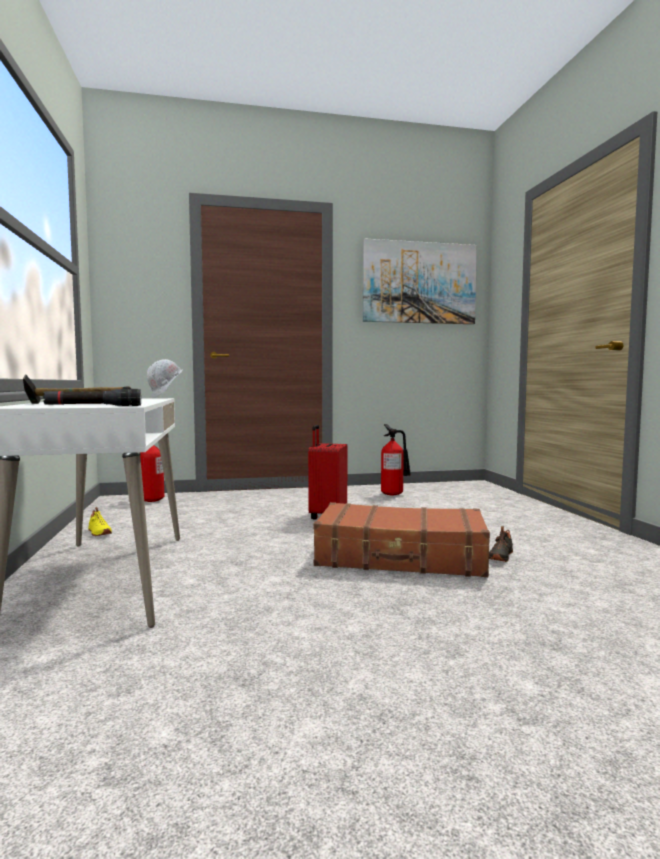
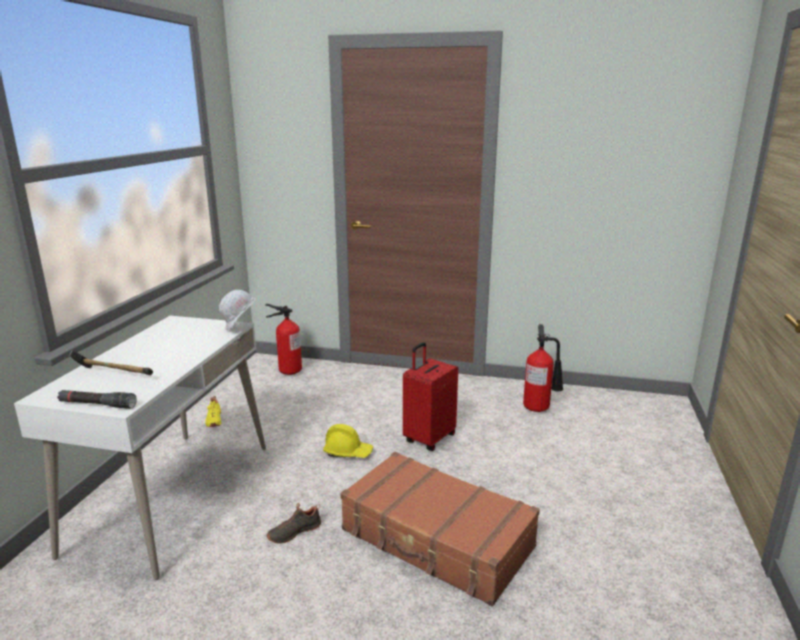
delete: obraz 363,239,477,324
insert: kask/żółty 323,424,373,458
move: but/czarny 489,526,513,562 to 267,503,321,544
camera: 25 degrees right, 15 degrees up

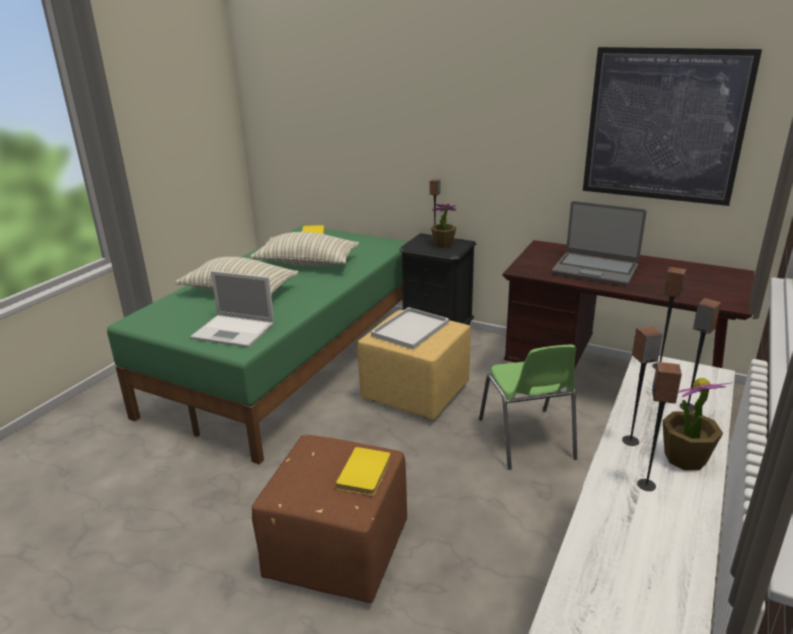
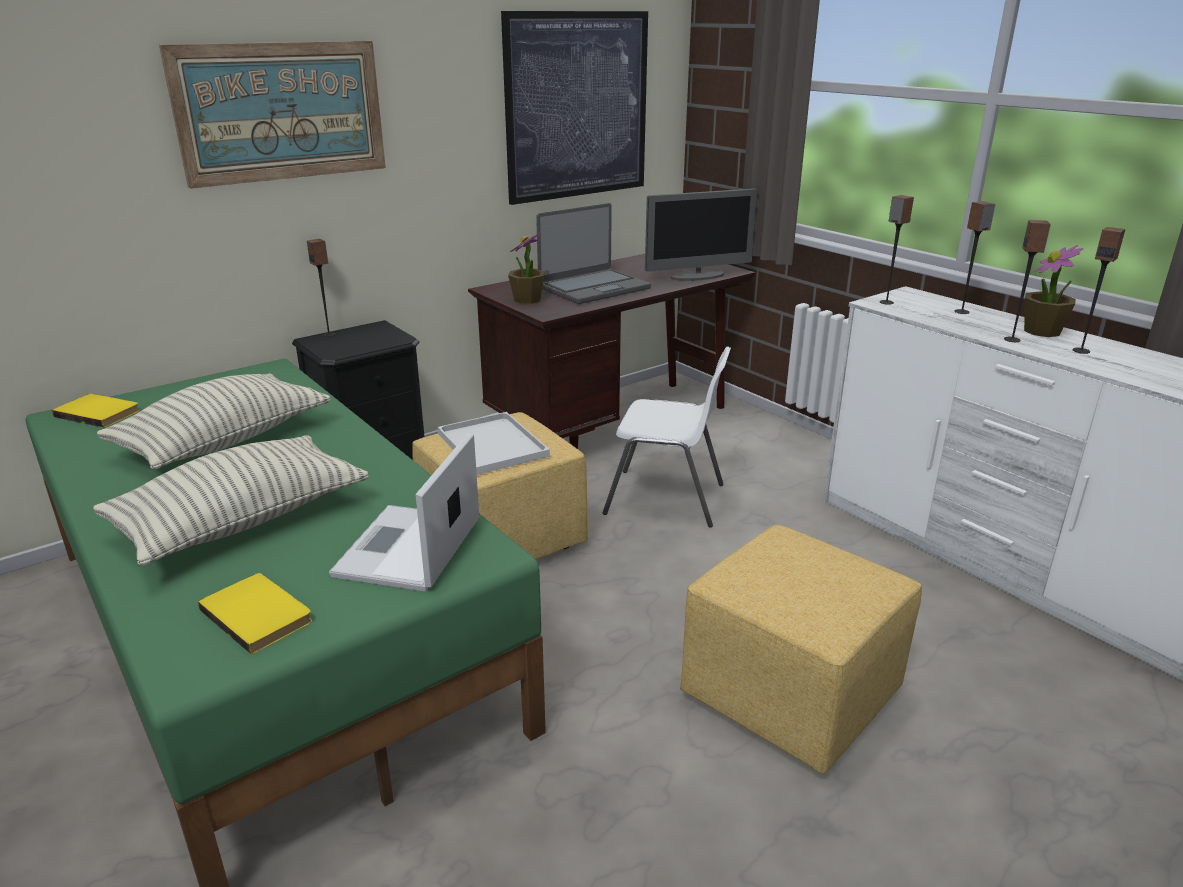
insert: obraz 159,41,386,189; monitor 645,189,758,281
move: książka/żółty 335,447,391,496 to 198,573,312,655; roślina doniczkowa 431,204,456,248 to 508,233,545,304
recolor: pufa/brązowy 252,435,407,603 to pufa/żółty 680,525,922,774; krzesło/zielony 479,345,577,470 to krzesło/biały 602,346,731,527
rotate: laptop 190,271,274,348 = 329,433,479,592 150 degrees clockwise
camera: 65 degrees left, 0 degrees up

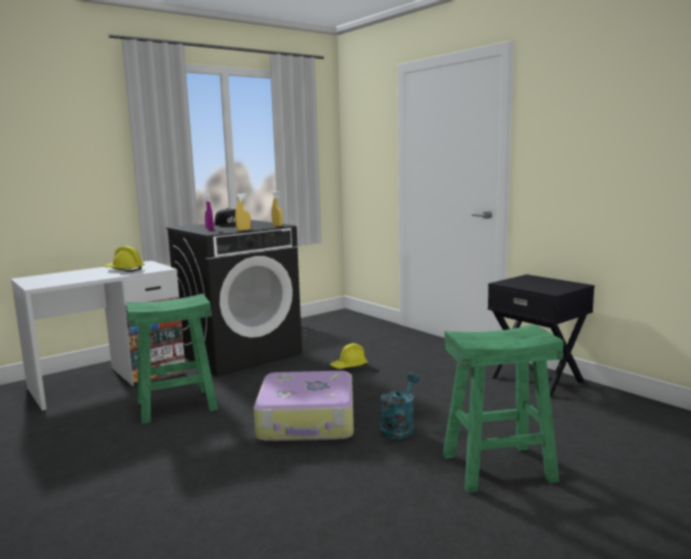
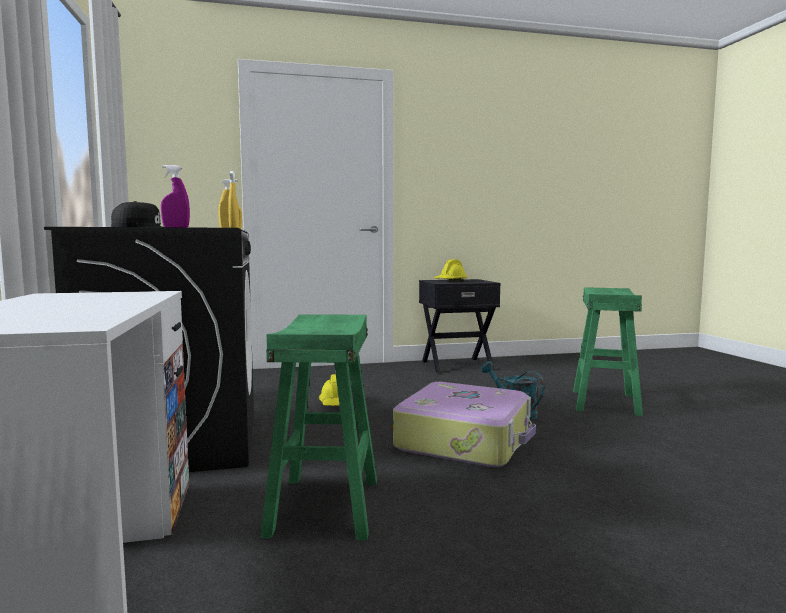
move: kask/żółty 104,246,145,272 to 434,259,468,281
camera: 65 degrees left, 5 degrees down

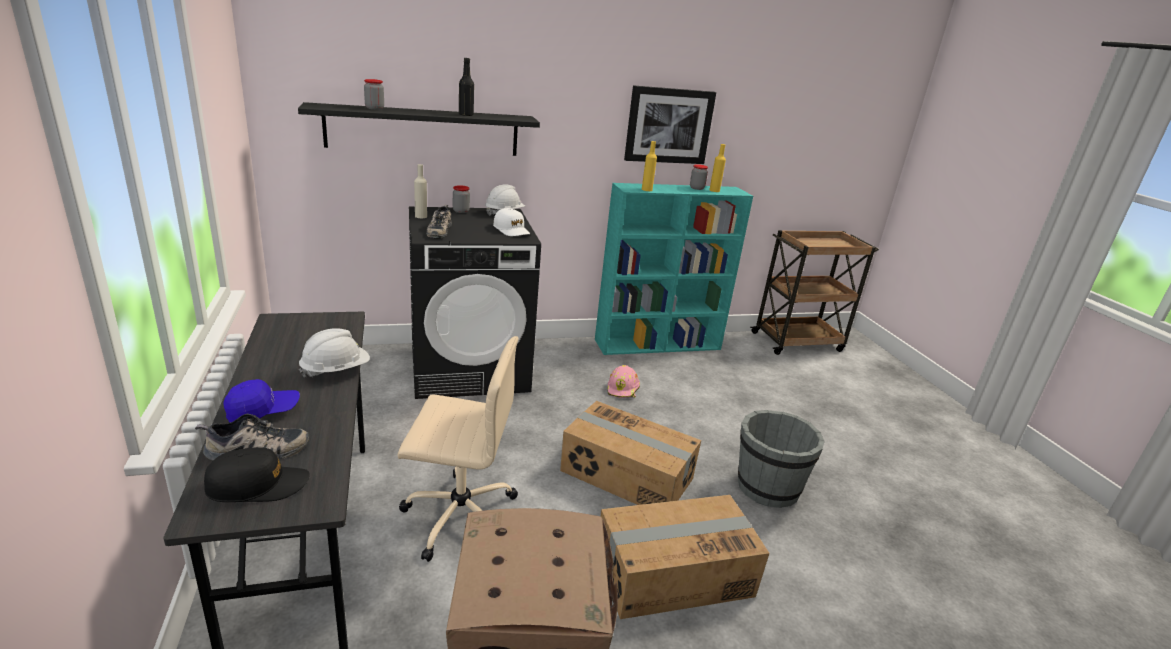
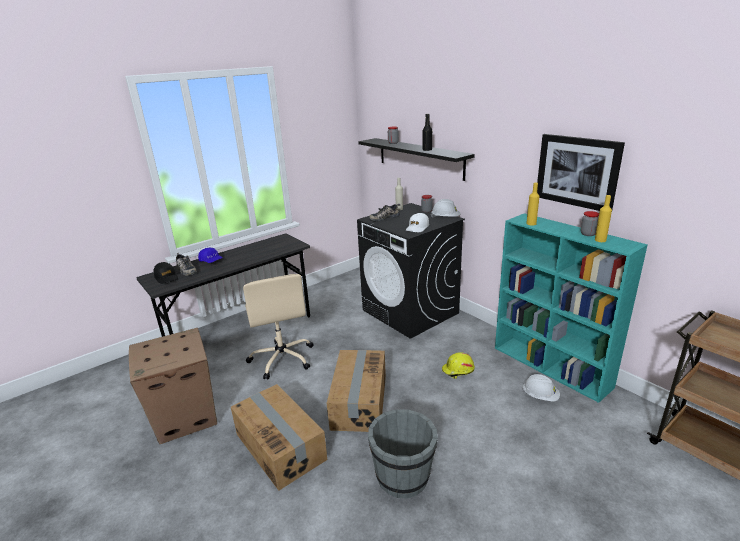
move: kask/biały 299,328,370,378 to 522,374,560,402
recolor: kask/różowy 608,365,640,398 to kask/żółty 442,352,475,379
camera: 70 degrees right, 0 degrees up

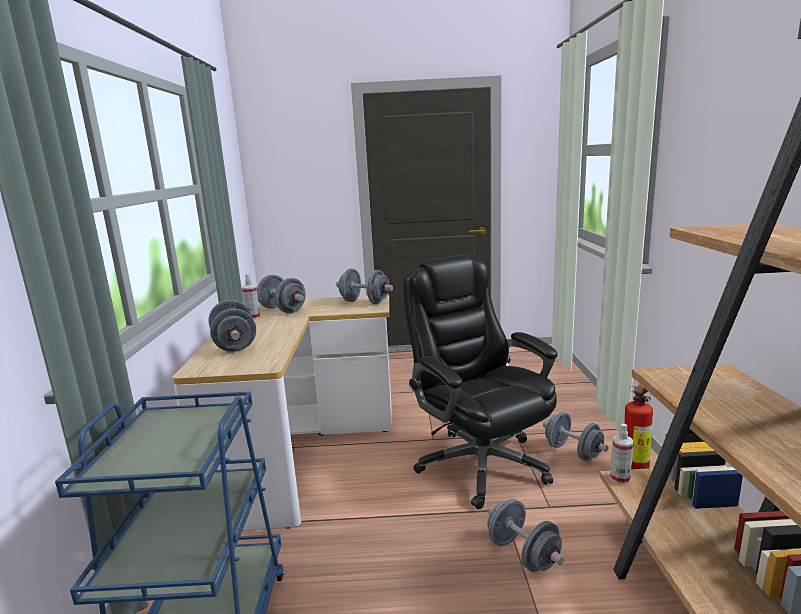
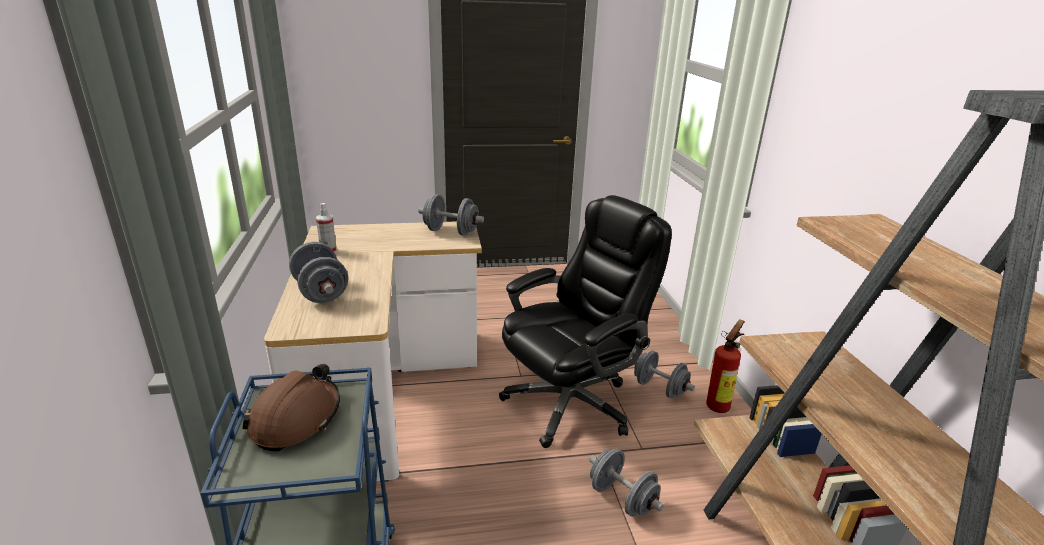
delete: hantel/szary 257,275,306,313; spryskiwacz 610,423,634,485
insert: kask/brązowy 242,364,340,451
rotate: krzesło biurowe/czarny 403,255,557,509 = 499,195,672,448 90 degrees clockwise
camera: 10 degrees left, 10 degrees up

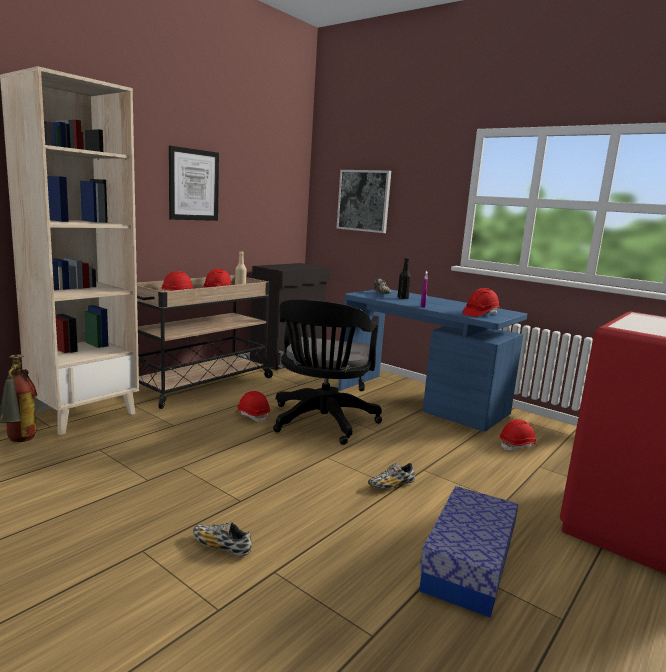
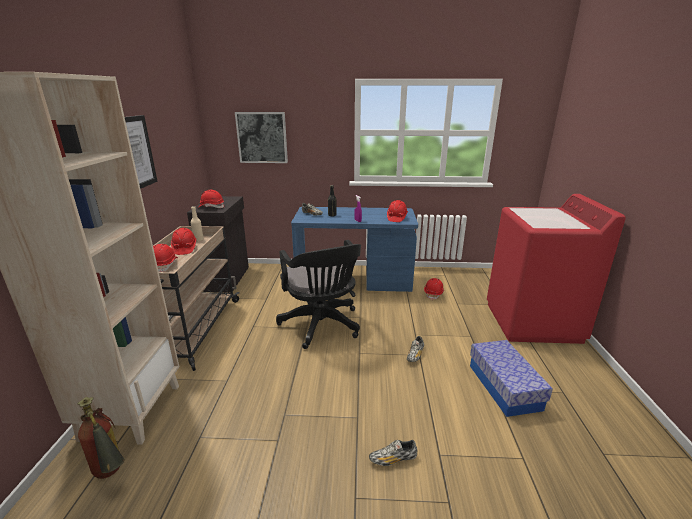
move: kask/czerwony 235,391,270,422 to 198,190,225,208
camera: 35 degrees left, 10 degrees up

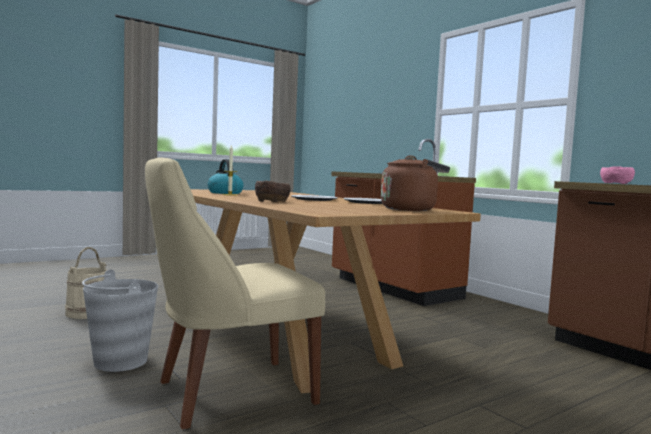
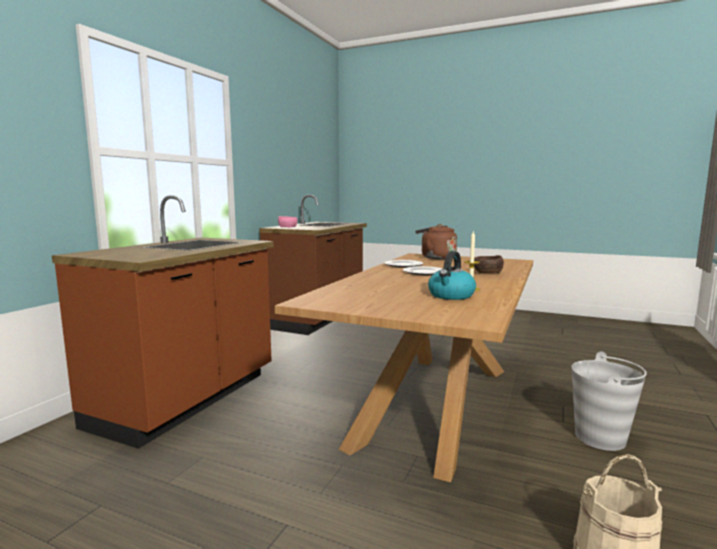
delete: krzesło/beżowy 145,158,325,429
camera: 120 degrees left, 5 degrees up

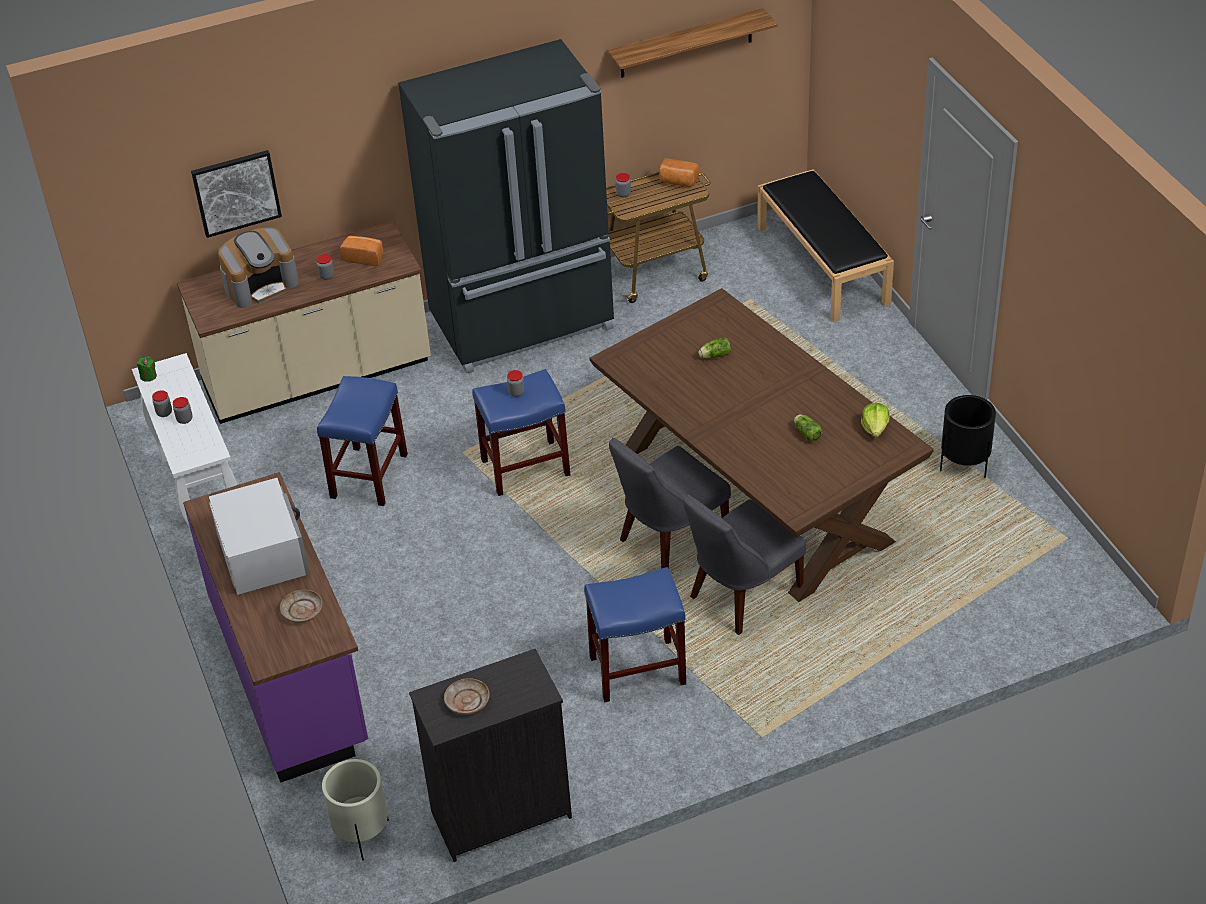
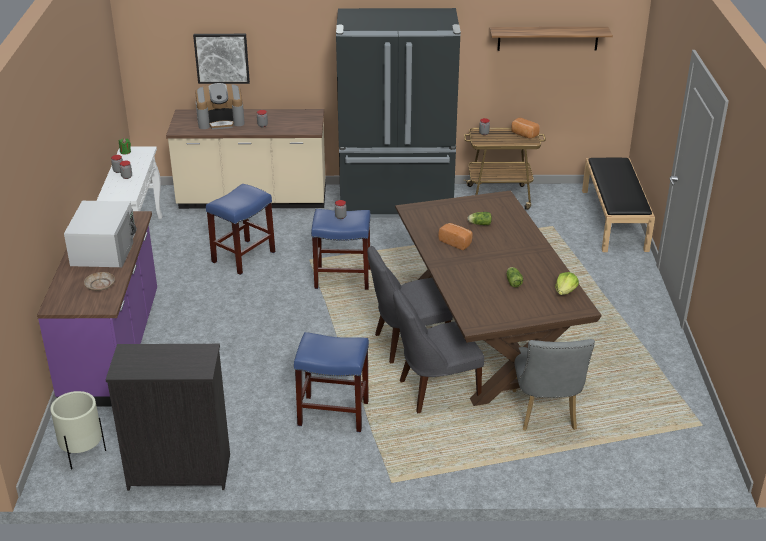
delete: talerz/beżowy 444,678,489,715; donica/czarny 940,395,996,478
insert: krzesło/szary 512,339,595,431
move: chleb 340,236,383,266 to 438,223,472,250
camera: 20 degrees right, 10 degrees down

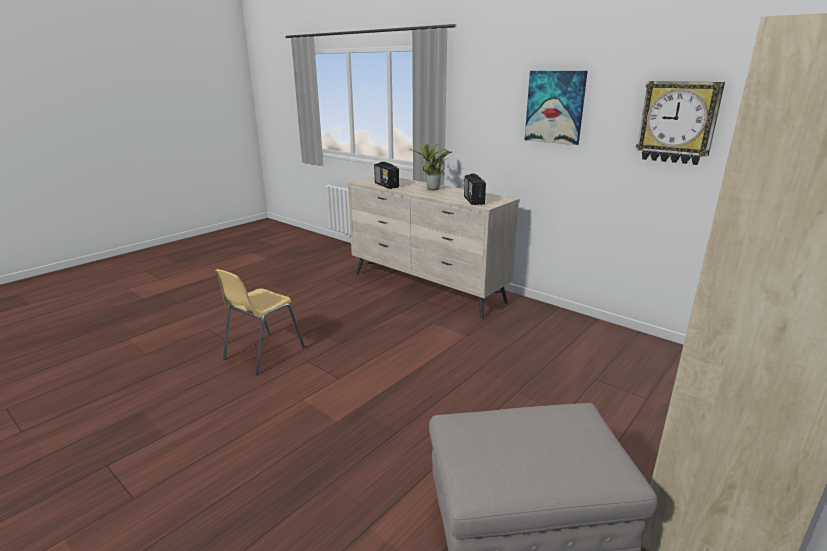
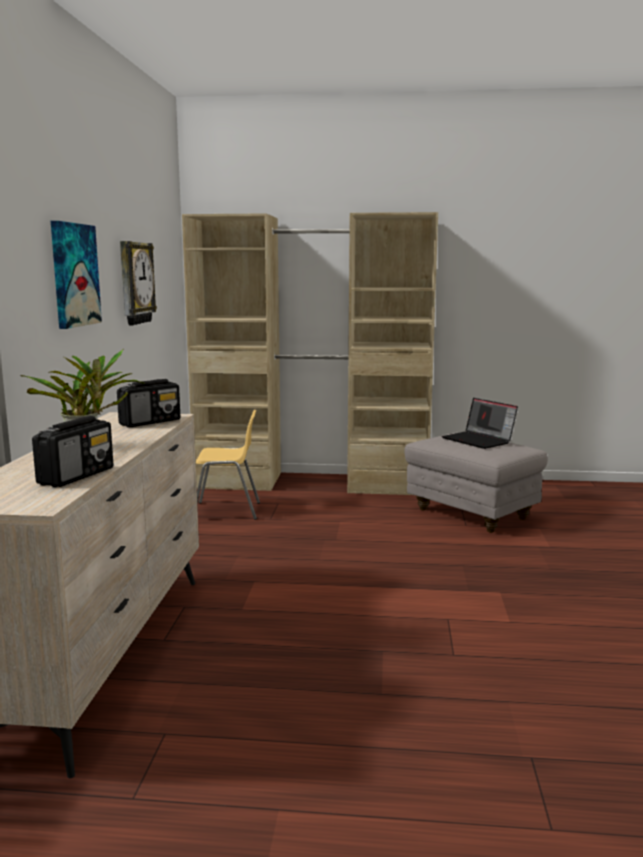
insert: laptop 442,398,518,449
move: krzesło/żółty 215,269,305,375 to 196,410,260,520
camera: 125 degrees left, 10 degrees down

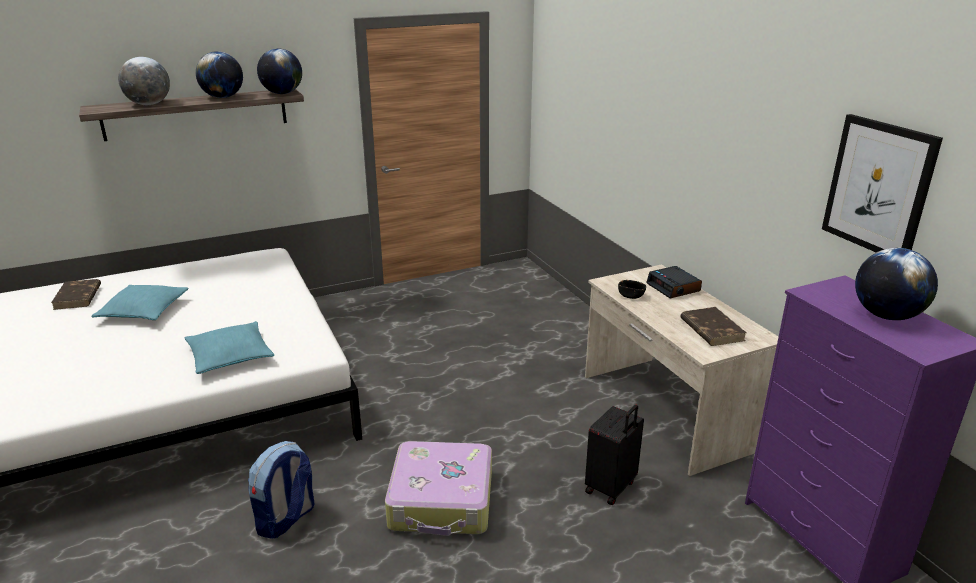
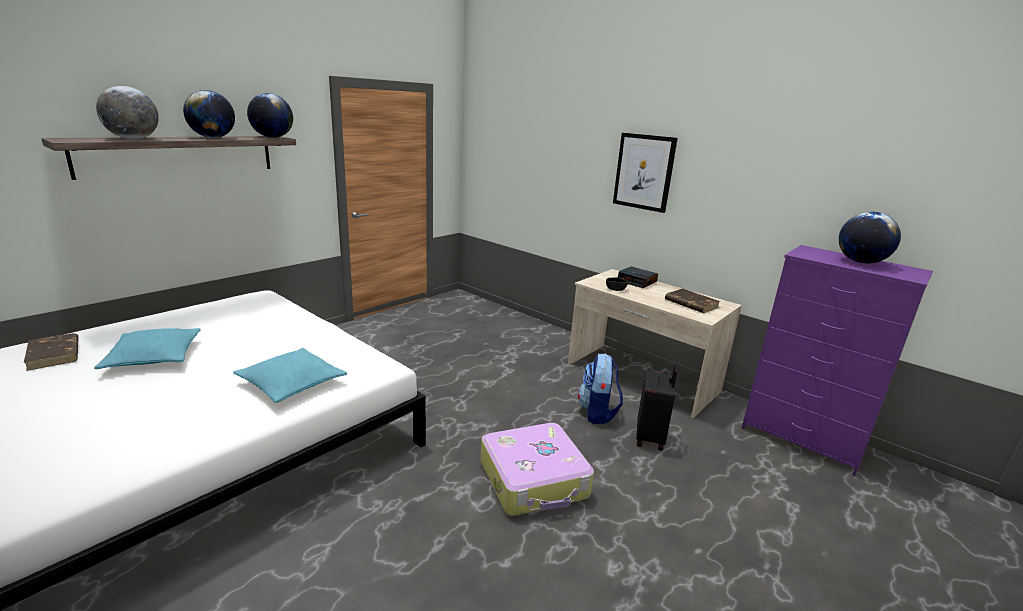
move: plecak 248,441,315,539 to 578,354,623,424; obraz 822,114,943,252 to 613,133,678,213
camera: 25 degrees left, 5 degrees down

